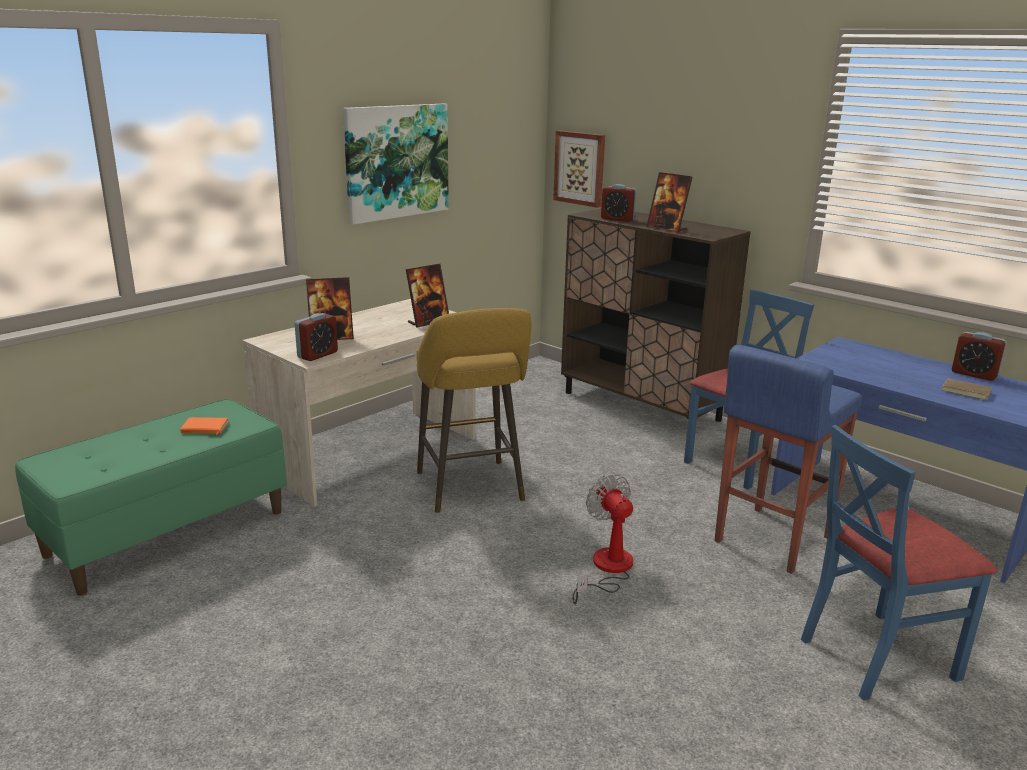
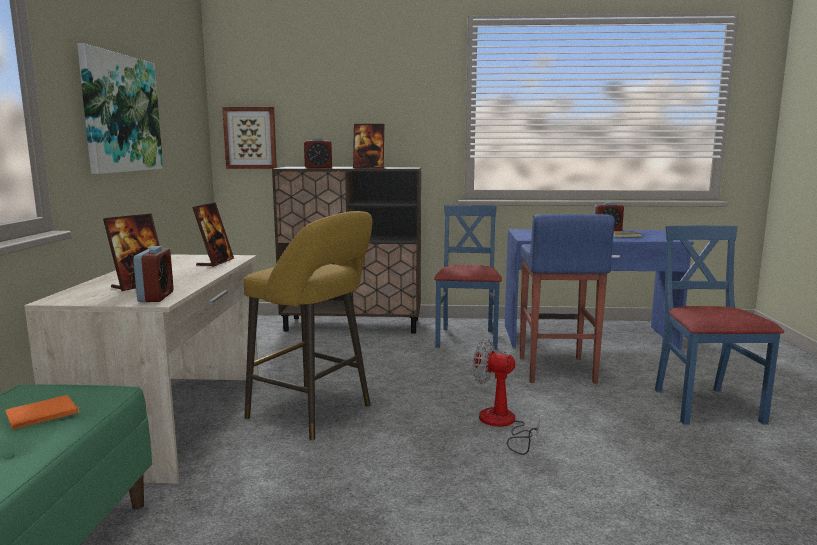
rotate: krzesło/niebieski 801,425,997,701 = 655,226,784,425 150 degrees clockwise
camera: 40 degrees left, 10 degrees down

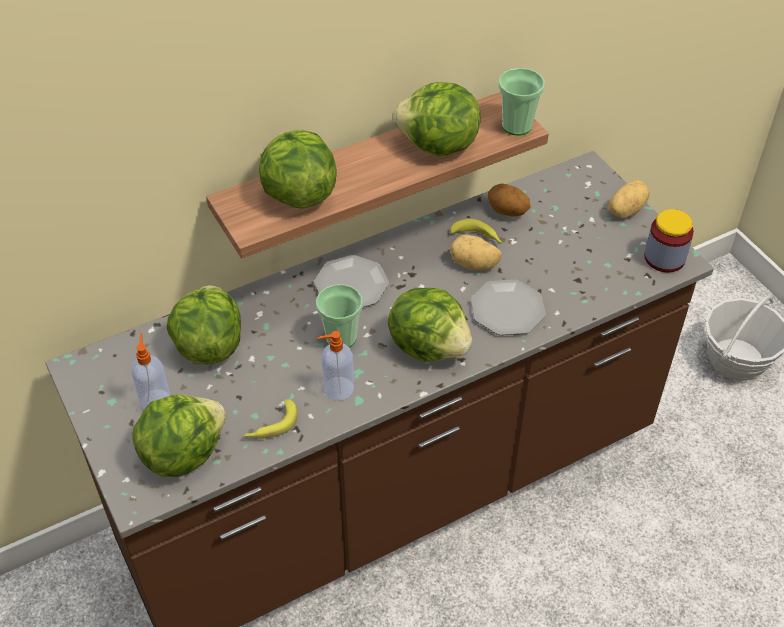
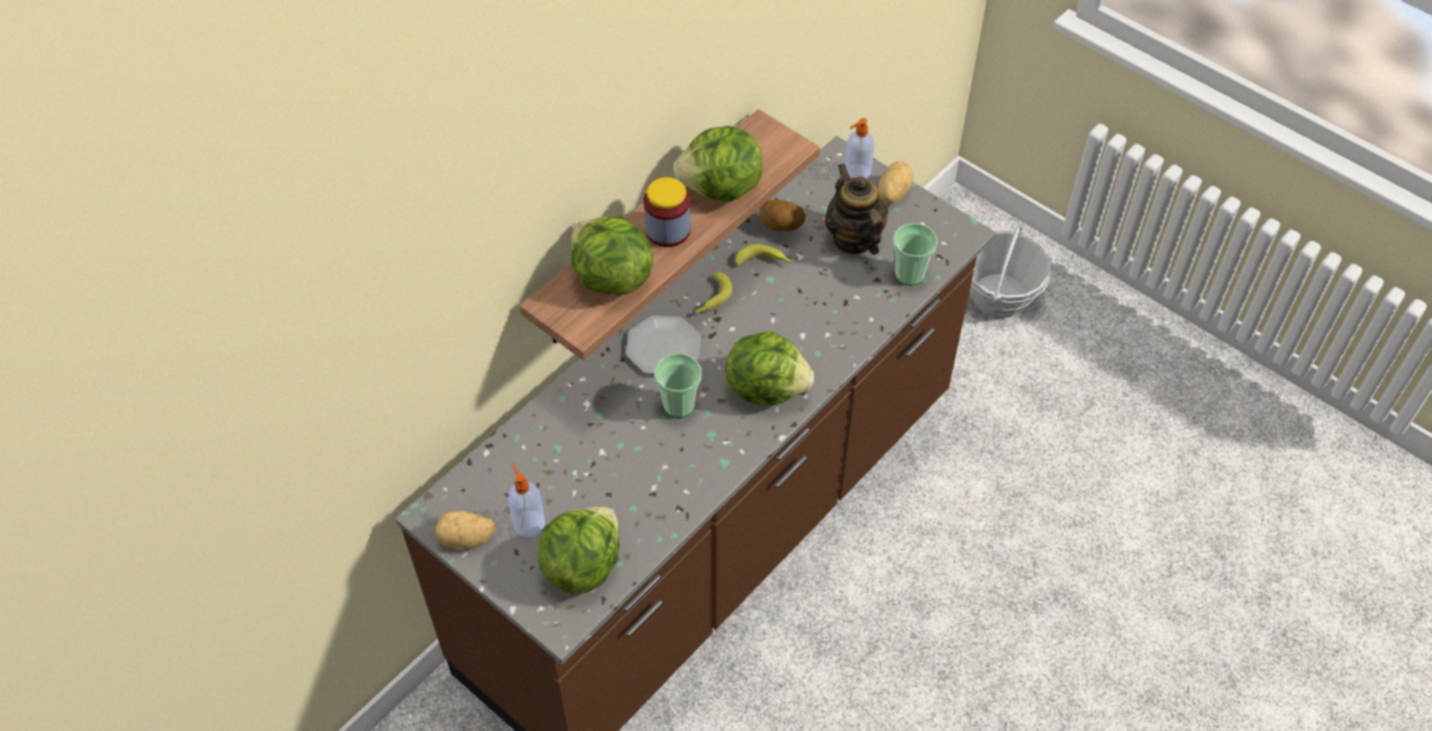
delete: sałata 166,285,241,364; talerz 471,280,546,335
insert: imbryk 825,163,888,255
move: banan 243,399,298,439 to 696,272,733,313; dozownik mydła 317,331,354,401 to 845,118,874,179; ziemniak 450,235,501,270 to 435,511,496,548; filiżanka 498,68,545,136 to 893,223,938,286; słoik 644,209,694,273 to 644,177,691,247
camera: 20 degrees left, 5 degrees up

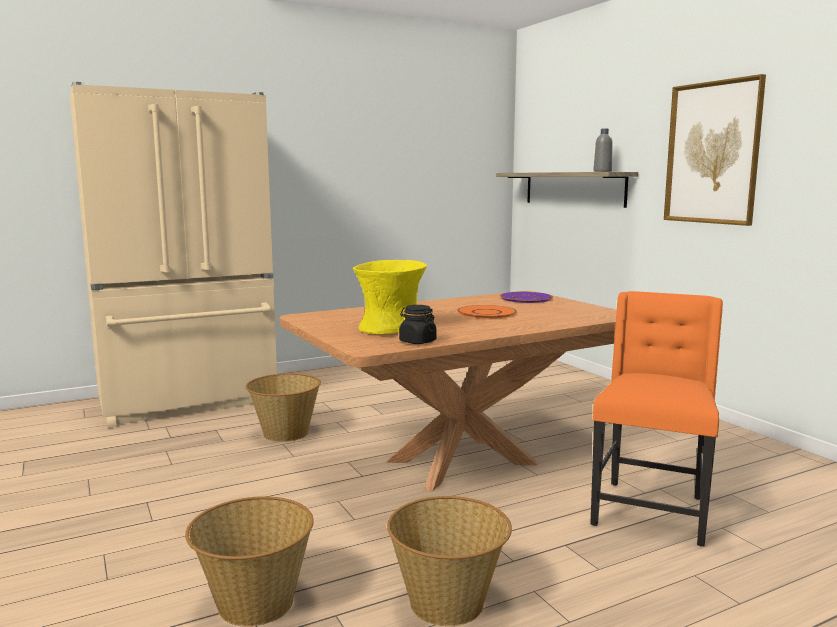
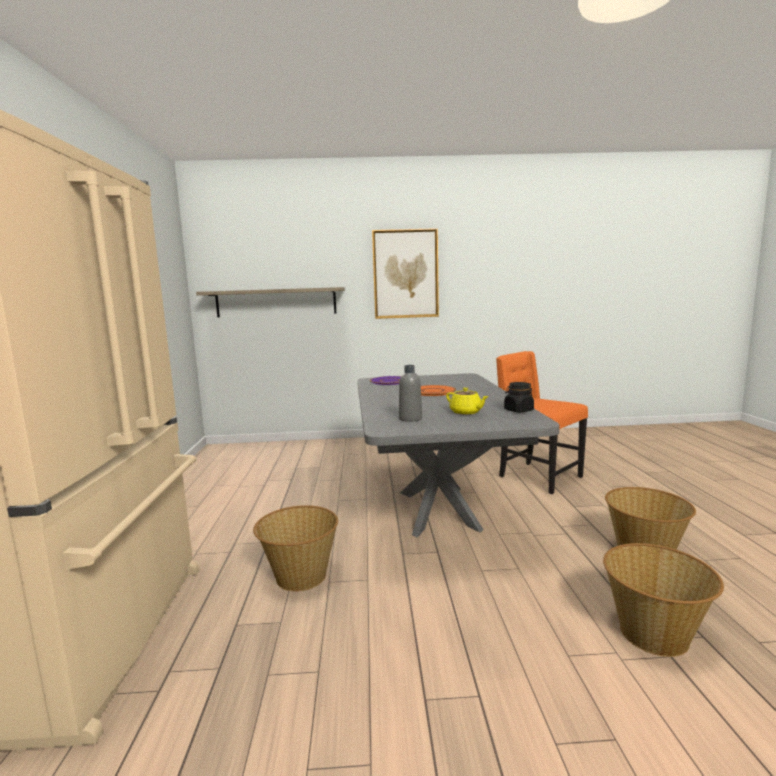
move: butelka/szary 594,128,613,172 to 399,365,422,422
replace: wazon/żółty 353,260,427,334 to imbryk/żółty 446,387,489,415
recolor: stół jadalny/brązowy 280,291,617,492 to stół jadalny/szary 357,373,559,537
camera: 65 degrees left, 0 degrees up

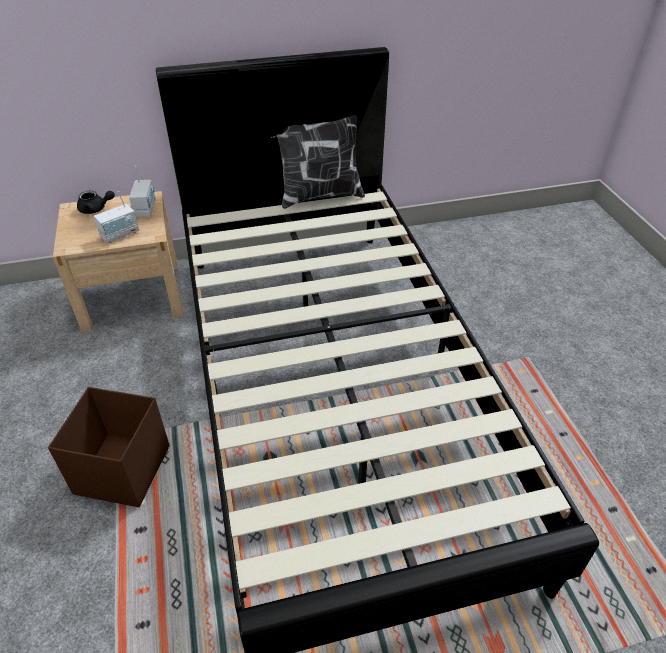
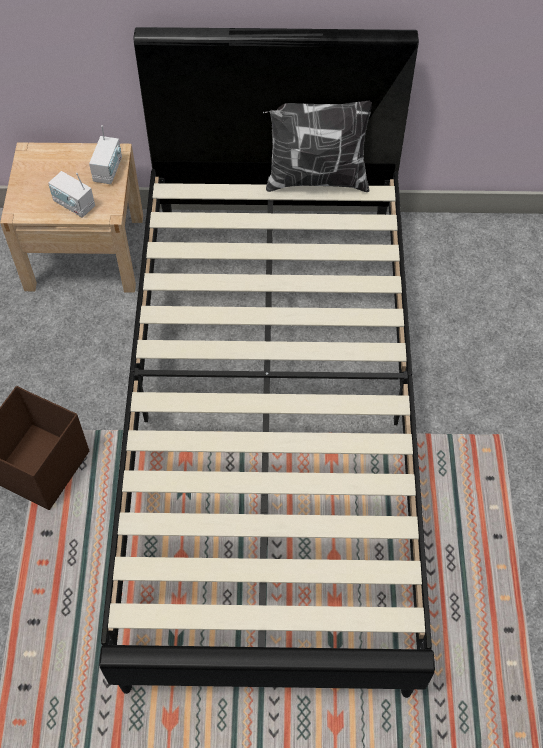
delete: imbryk/czarny 77,190,115,214
rotate: radio 94,191,139,243 = 48,171,95,218 60 degrees clockwise
camera: 15 degrees right, 15 degrees up

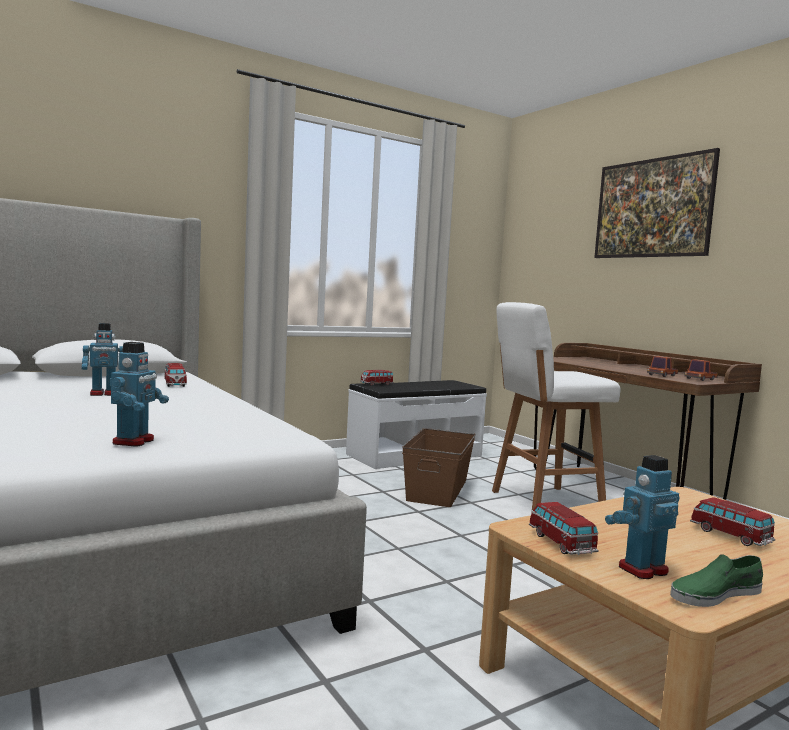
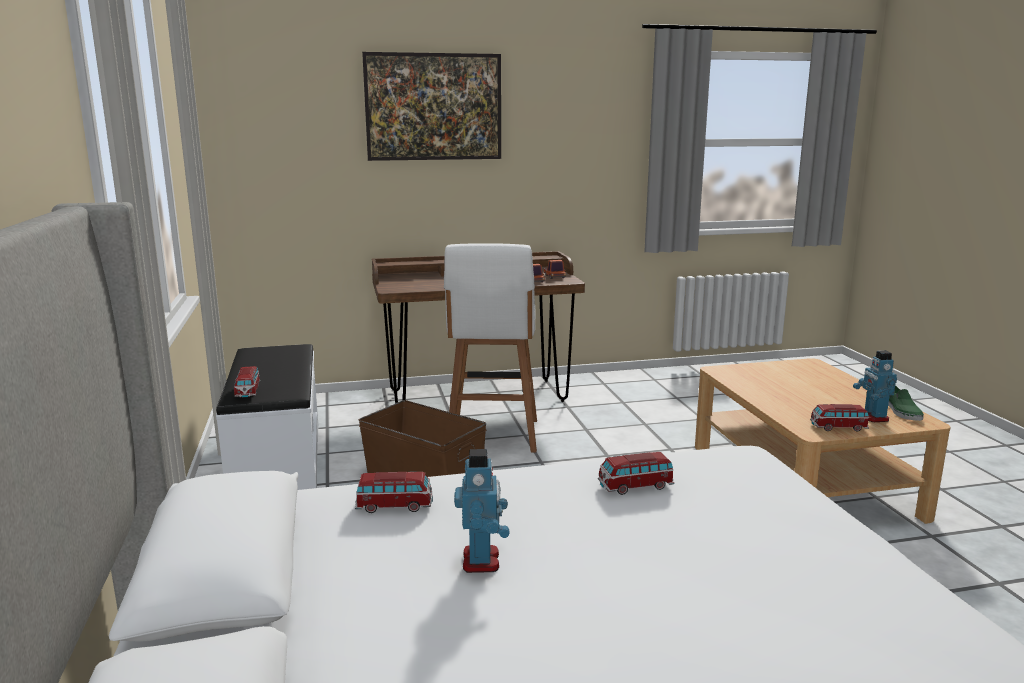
delete: robot zabawkowy 110,342,169,447
move: samochodzik 690,497,776,546 to 598,452,675,495
camera: 70 degrees left, 10 degrees up

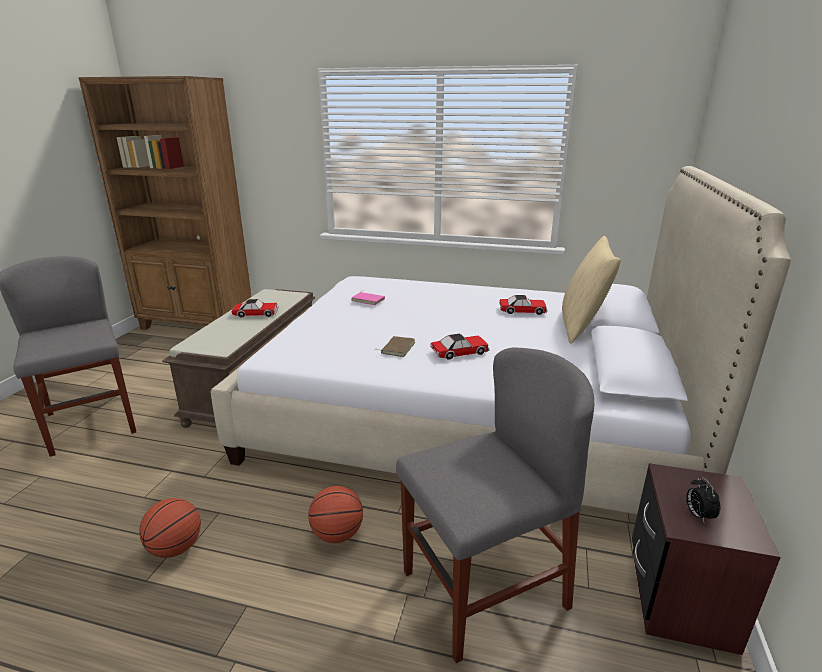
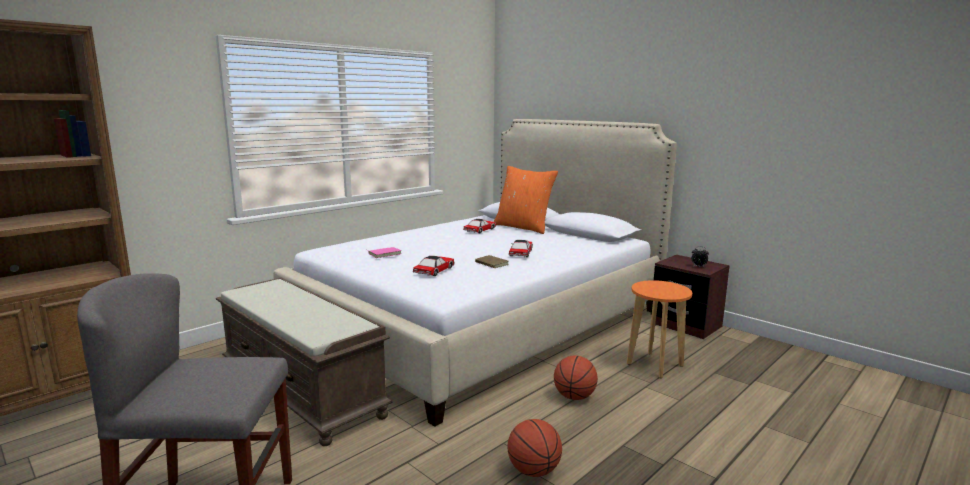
move: samochodzik 232,299,279,318 to 413,256,455,276
replace: krzesło/szary 396,347,594,663 to stołek/pomarańczowy 627,280,692,378
recolor: poduszka/beżowy 562,236,621,344 to poduszka/pomarańczowy 494,166,558,234
camera: 60 degrees left, 10 degrees down

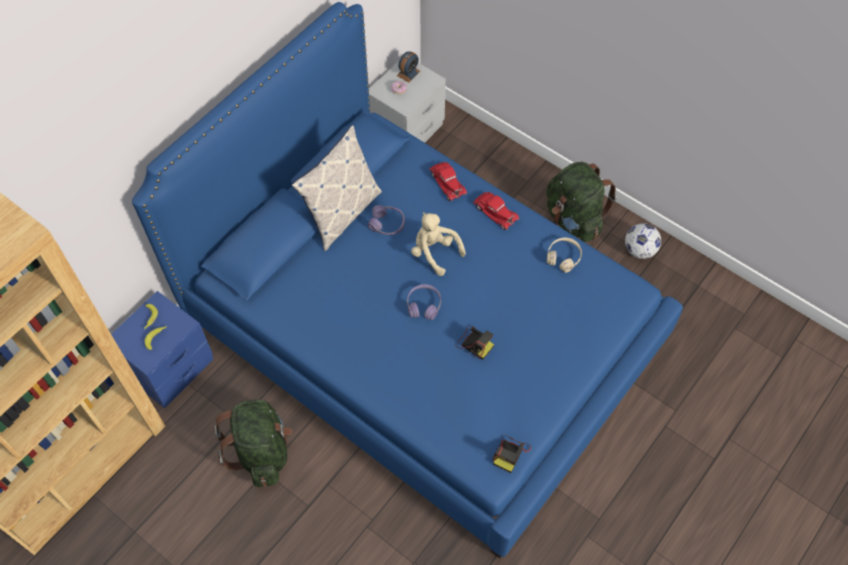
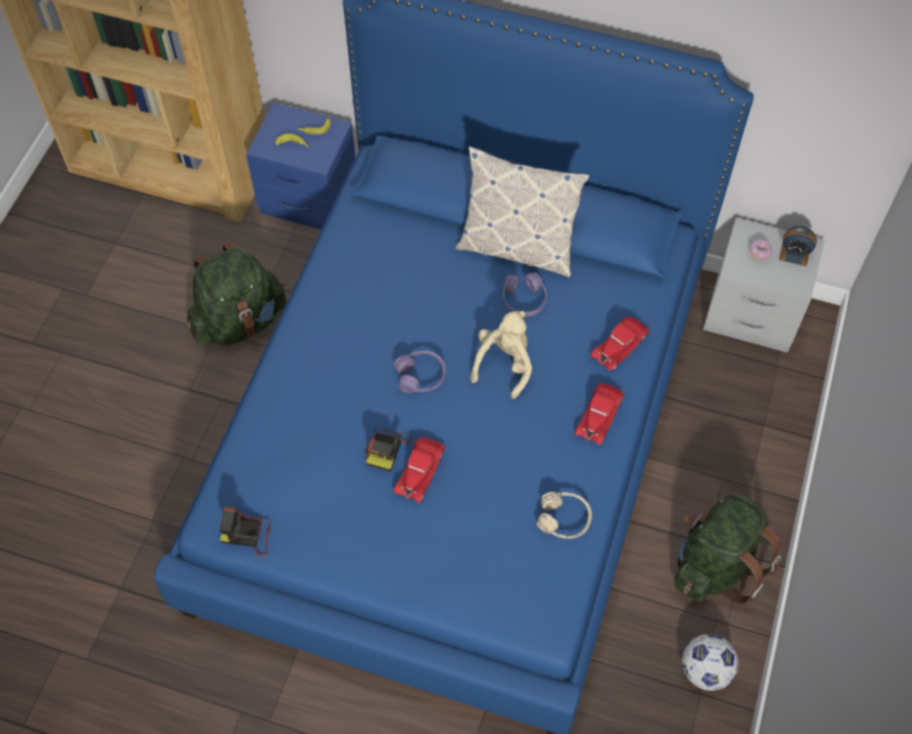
insert: samochodzik/czerwony 393,437,445,503
camera: 70 degrees right, 0 degrees up

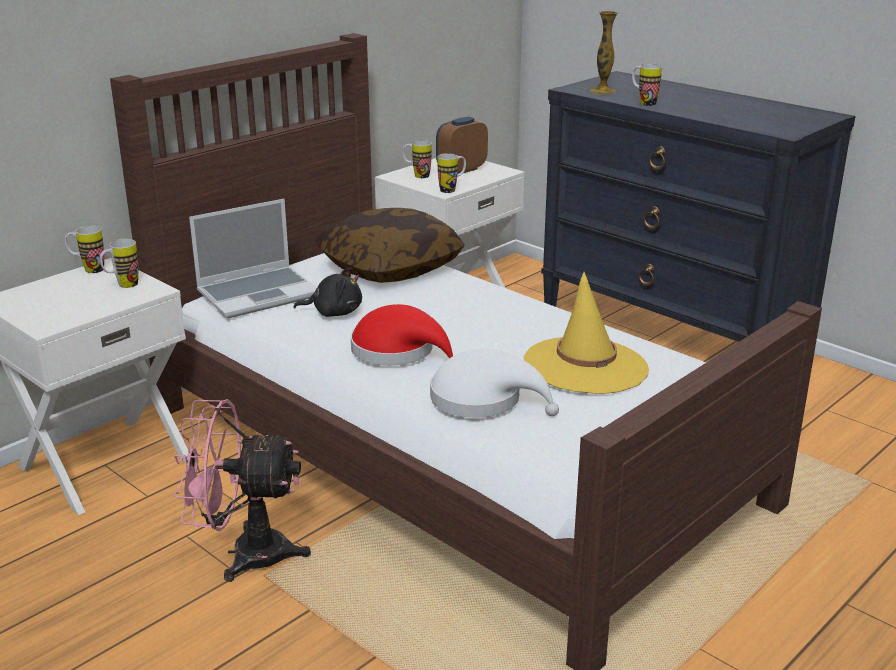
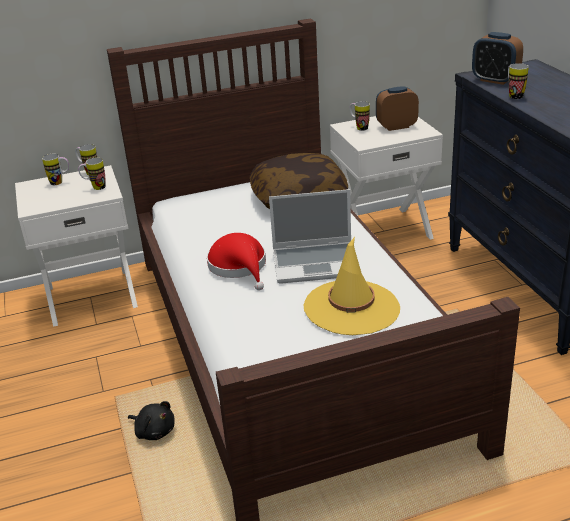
delete: wentylator/różowy 174,399,311,582; kapelusz/biały 430,349,559,418
move: laptop 189,199,317,319 to 269,189,351,284; pluszak/czarny 294,267,362,317 to 128,401,175,440; kubek 437,153,466,193 to 42,154,69,185
replace: wazon 590,11,618,95 to budzik 472,32,523,85
camera: 30 degrees right, 5 degrees up

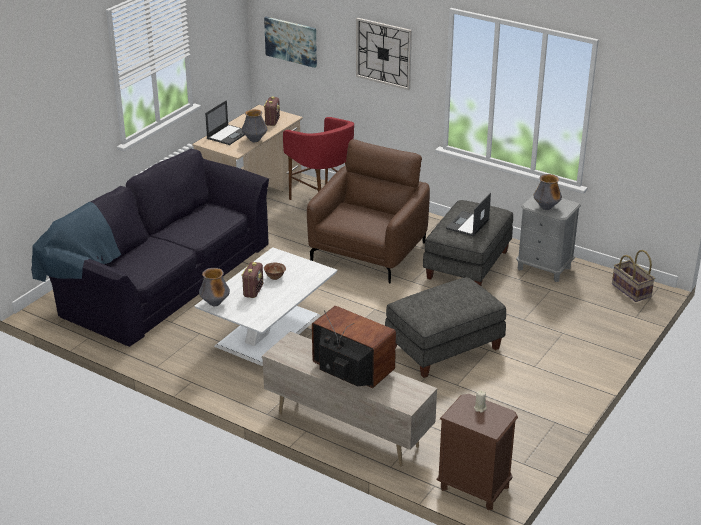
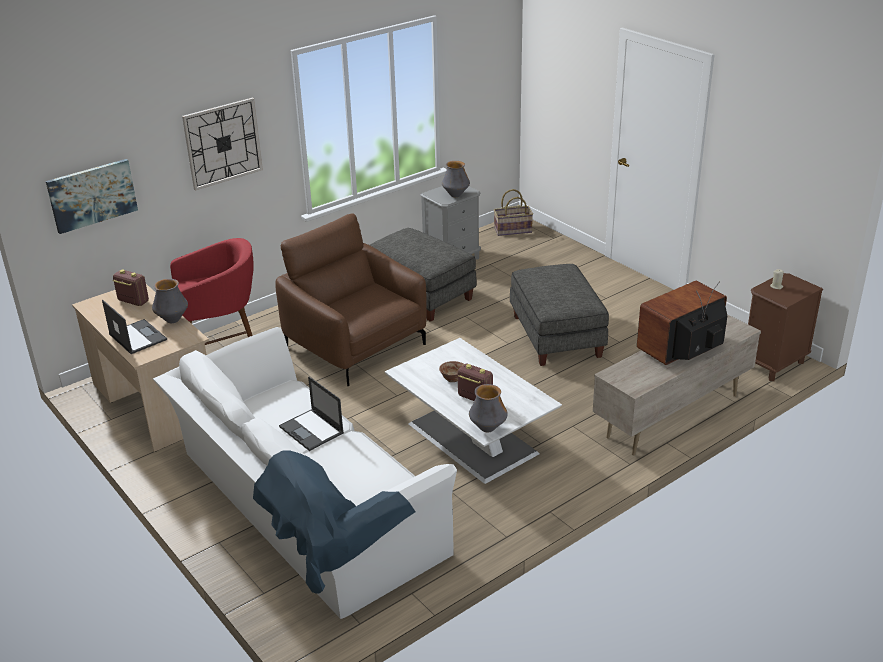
move: laptop 446,193,491,237 to 279,376,344,451
recolor: kanapa/czarny 31,149,269,347 to kanapa/biały 153,327,457,619
camera: 70 degrees left, 0 degrees up

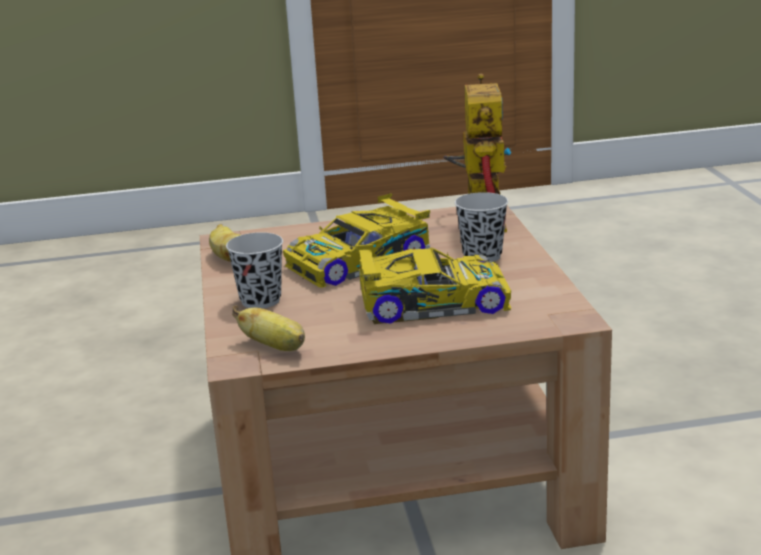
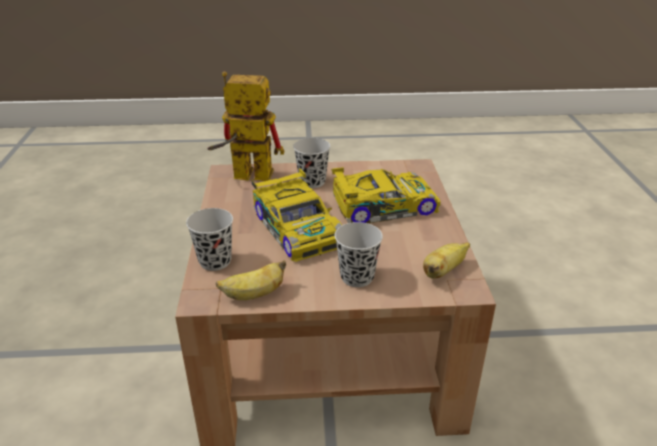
insert: filiżanka/czarny 186,208,233,271
rotate: samochodzik 355,244,511,324 = 331,167,441,223 75 degrees clockwise
camera: 85 degrees left, 10 degrees up

